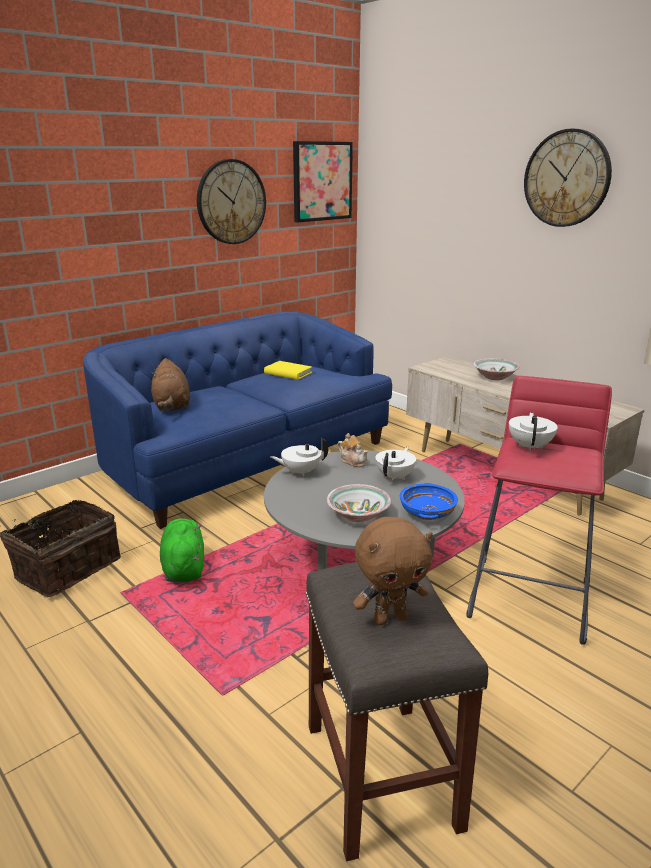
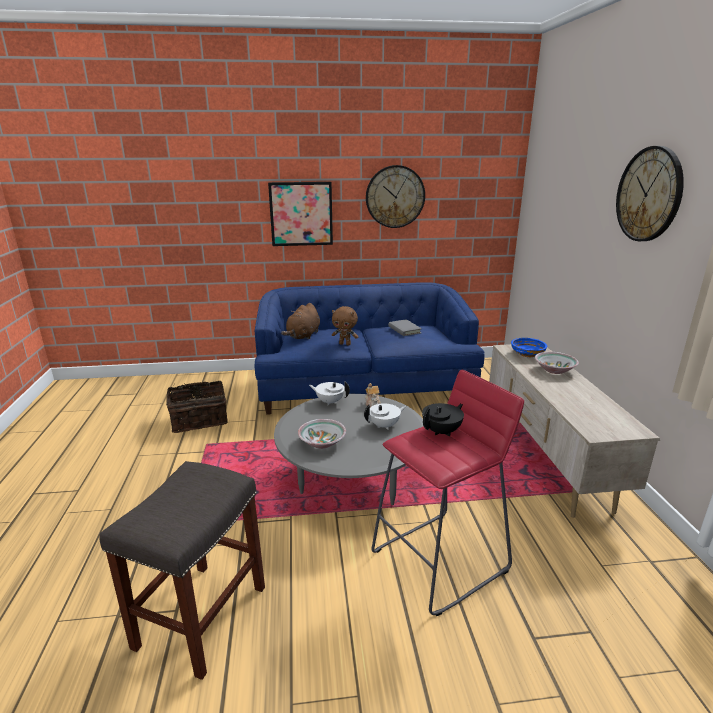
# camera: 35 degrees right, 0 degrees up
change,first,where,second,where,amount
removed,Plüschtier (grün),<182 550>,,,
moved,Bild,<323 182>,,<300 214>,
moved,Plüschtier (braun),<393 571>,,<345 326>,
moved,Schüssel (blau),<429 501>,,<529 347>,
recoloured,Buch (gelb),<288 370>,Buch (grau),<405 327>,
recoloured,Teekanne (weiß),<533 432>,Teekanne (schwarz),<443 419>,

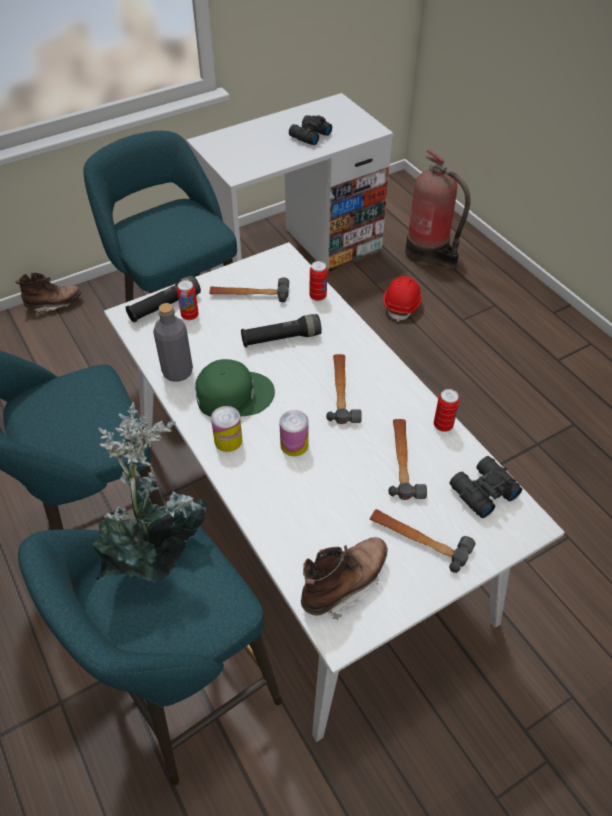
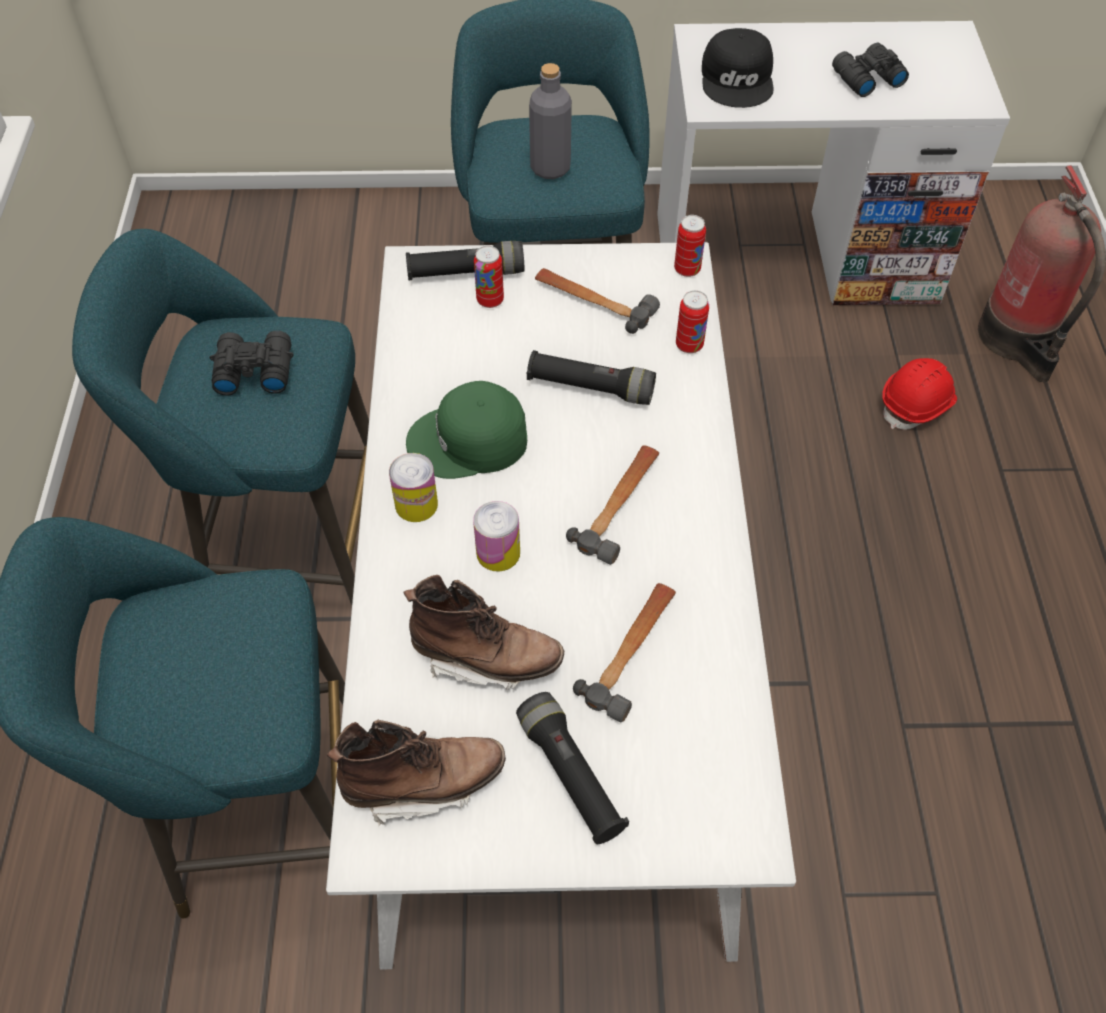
# camera: 30 degrees right, 5 degrees up
change,first,where,second,where,amount
removed,Topfpflanze,<150 492>,,,
added,,,Kappe (schwarz),<738 68>,
moved,Stiefel (braun),<48 293>,,<483 632>,
moved,Flasche (grau),<173 342>,,<550 121>,
moved,Dose,<446 410>,,<690 246>,
moved,Fernglas (schwarz),<486 487>,,<252 363>,
replaced,Hammer,<423 541>,Taschenlampe (schwarz),<572 768>,
turned,Kappe (grün),<235 388>,,<466 430>,150 degrees clockwise

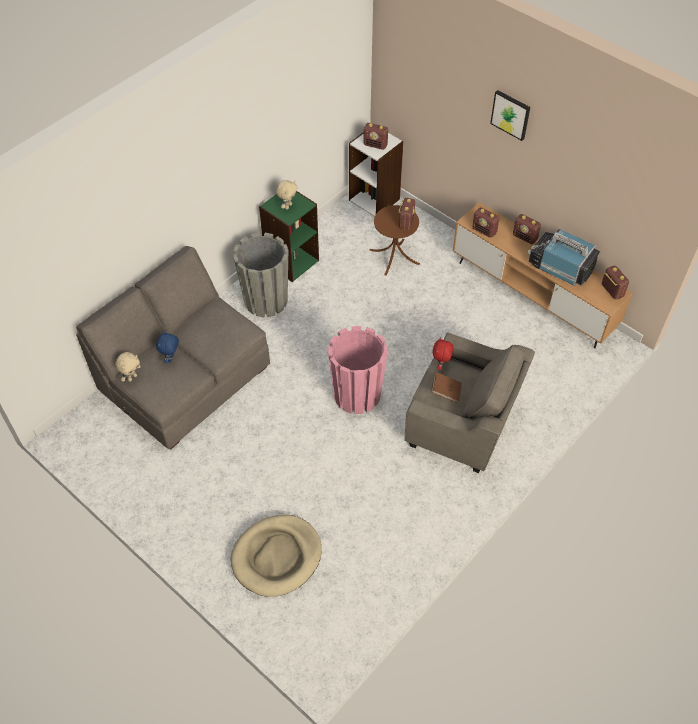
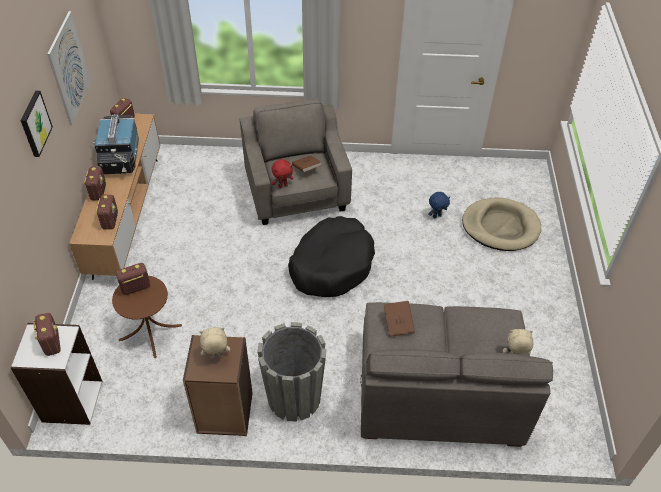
# camera: 130 degrees left, 5 degrees down
change,first,where,second,where,amount
added,,,Bild,<69 68>,
added,,,Buch (braun),<399 319>,
moved,Plüschtier (blau),<167 347>,,<439 205>,
replaced,Pflanzkübel (rosa),<358 370>,Hundebett (schwarz),<331 256>,
recoloured,Bücherregal (grün),<289 236>,Bücherregal (braun),<218 385>,

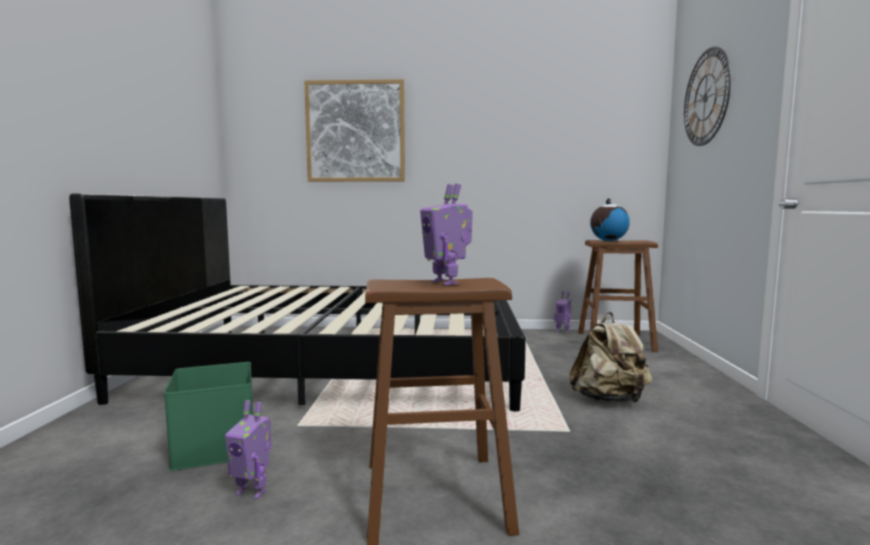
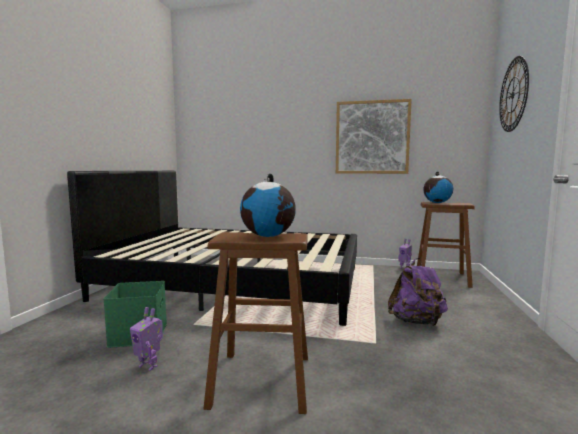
# camera: 10 degrees right, 0 degrees up
change,first,where,second,where,amount
moved,Bild,<354 130>,,<374 136>,
replaced,Spielzeugroboter,<446 234>,Globus,<268 205>,
recoloured,Rucksack (beige),<610 357>,Rucksack (lila),<418 292>,

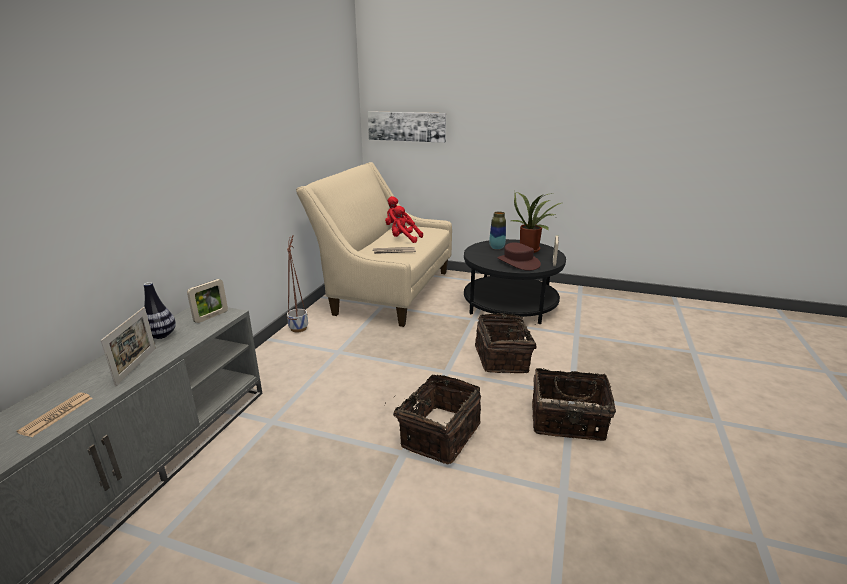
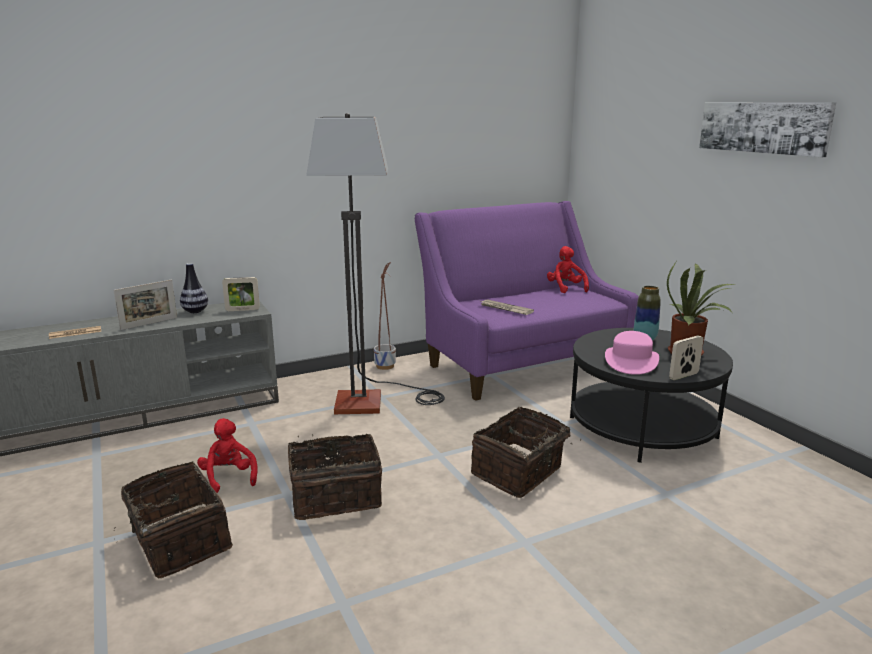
# camera: 45 degrees right, 5 degrees down
change,first,where,second,where,amount
added,,,Stehlampe,<375 263>,
moved,Bild,<407 127>,,<767 129>,
moved,Plüschtier (rot),<407 224>,,<227 455>,
moved,Korb,<574 404>,,<173 519>,
recoloured,Sofa (beige),<374 244>,Sofa (lila),<527 301>,
recoloured,Hut (braun),<519 256>,Hut (rosa),<632 353>,

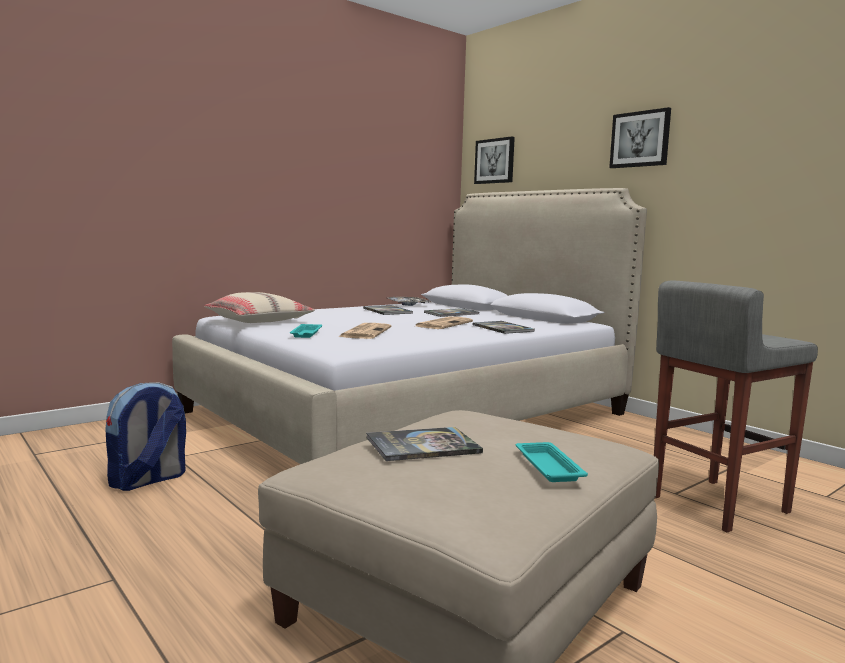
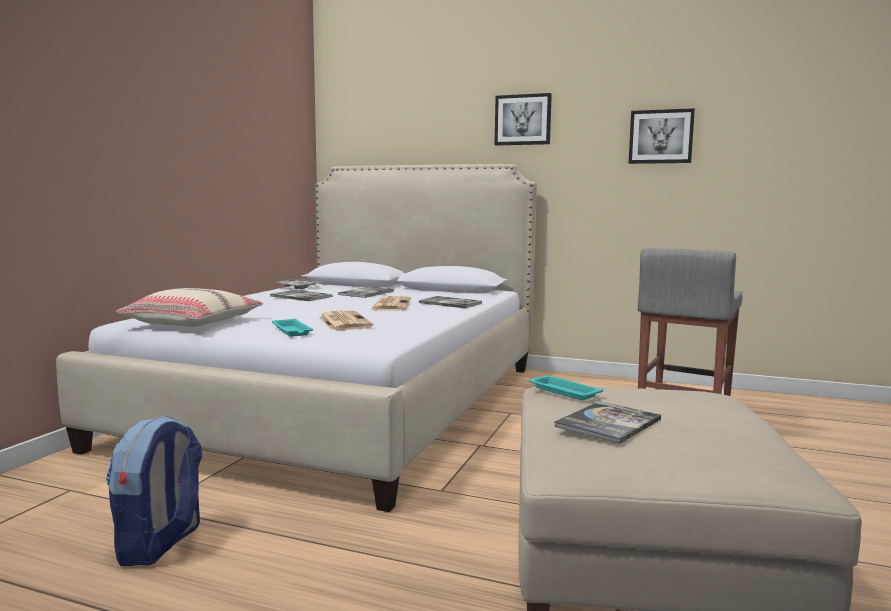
# camera: 30 degrees left, 0 degrees up
change,first,where,second,where,amount
moved,Bild,<494 160>,,<662 136>,
moved,Tablett (türkis),<552 462>,,<566 387>,

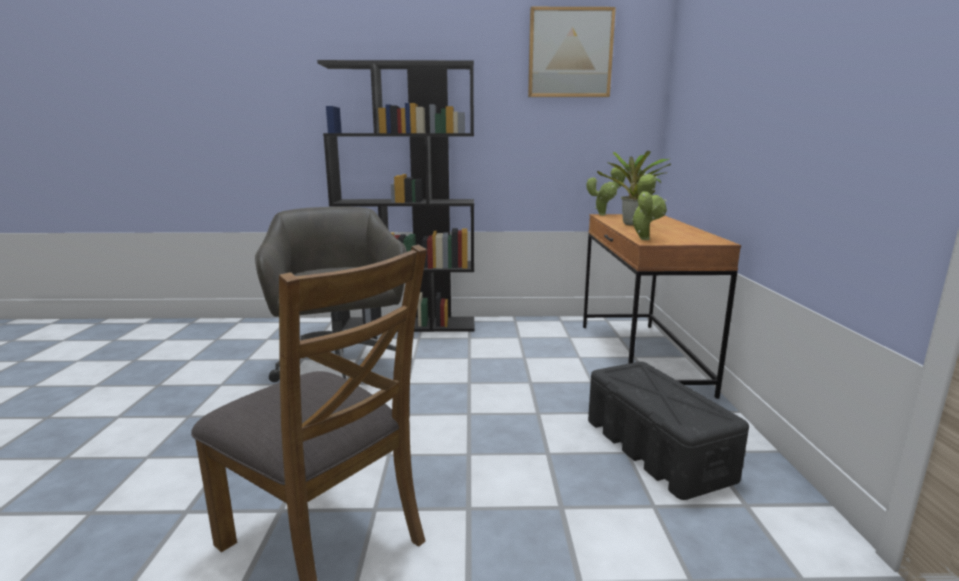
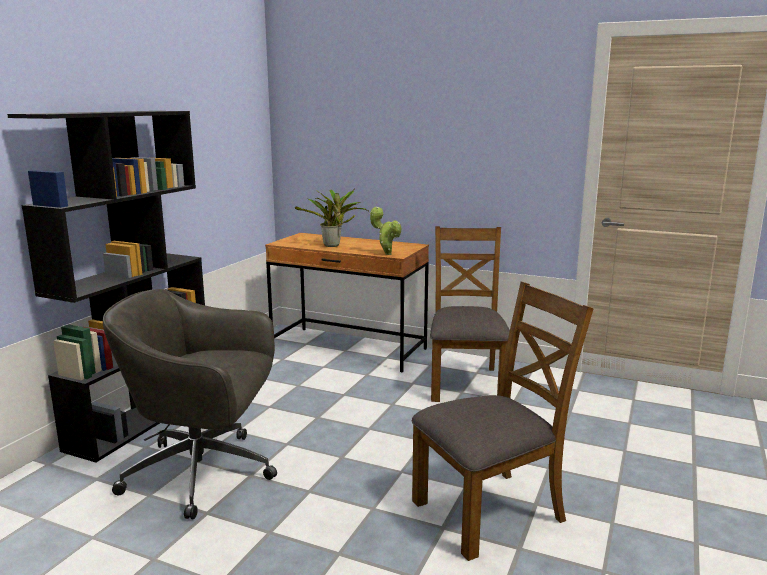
# camera: 65 degrees left, 0 degrees up
change,first,where,second,where,amount
removed,Bild,<572 52>,,,
removed,Topfpflanze,<606 191>,,,
replaced,Aufbewahrungsbox (schwarz),<668 431>,Stuhl (braun),<470 314>,

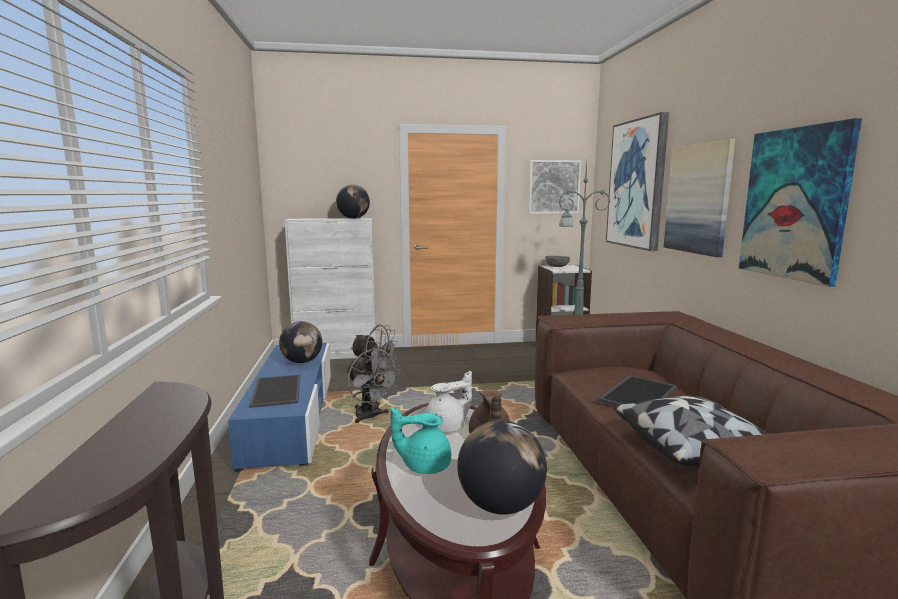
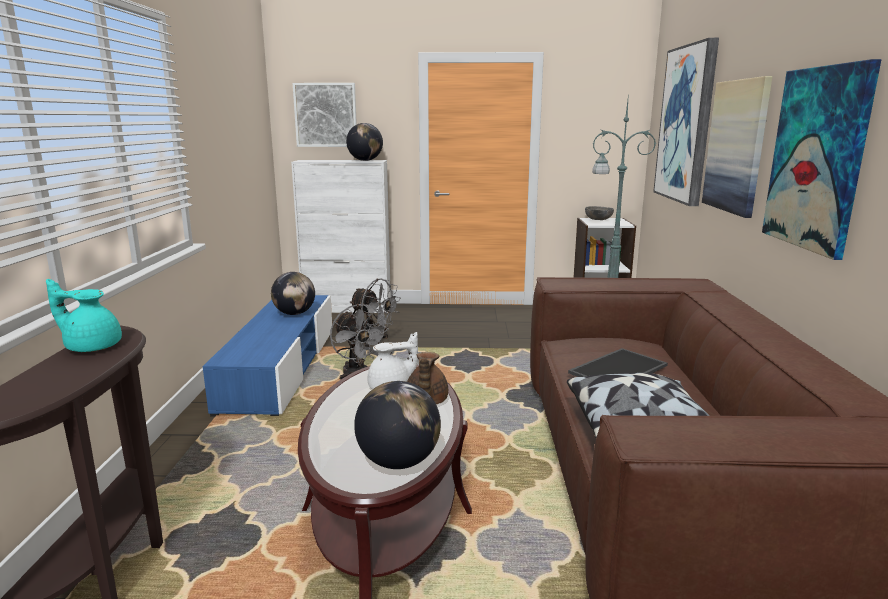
# camera: 10 degrees right, 5 degrees up
change,first,where,second,where,amount
removed,Tablett,<274 391>,,,
moved,Teekanne (türkis),<421 440>,,<84 315>,
moved,Bild,<554 187>,,<324 115>,

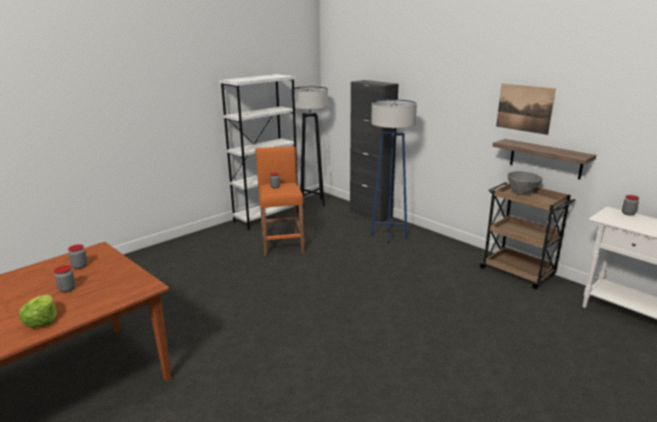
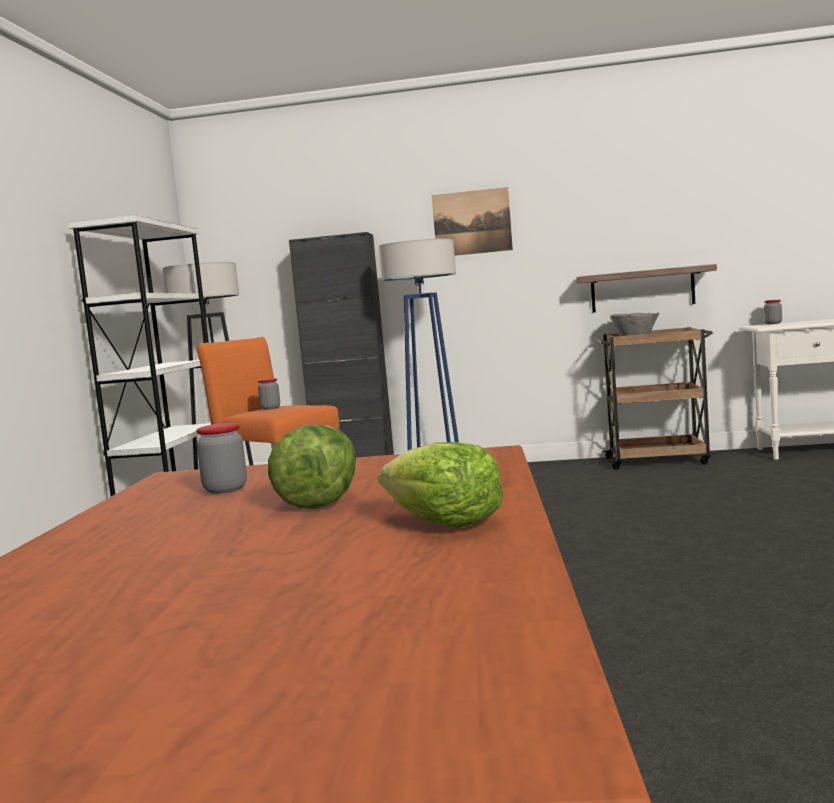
# camera: 40 degrees left, 15 degrees down
change,first,where,second,where,amount
moved,Bild,<526 109>,,<472 221>,
replaced,Vorratsglas,<65 278>,Salatkopf,<312 467>,

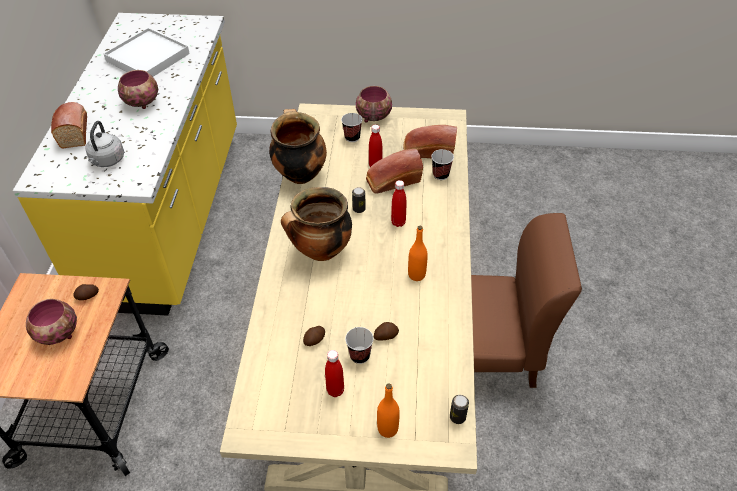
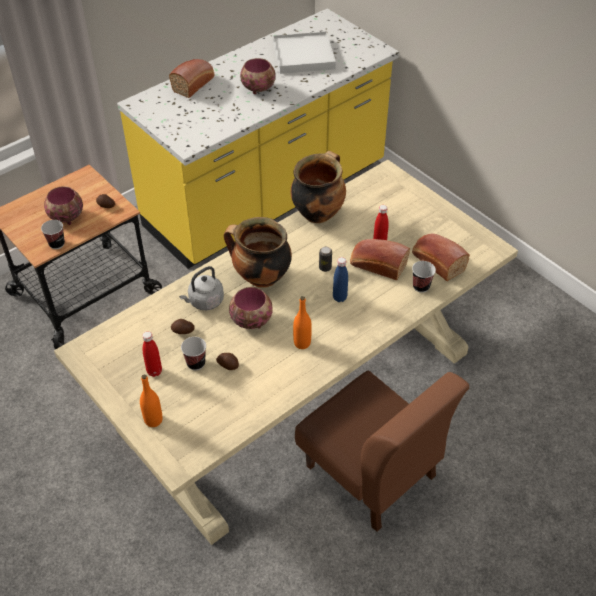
# camera: 45 degrees right, 0 degrees up
change,first,where,second,where,amount
removed,Dose,<459 409>,,,
moved,Wasserkessel (grau),<105 144>,,<201 288>,
moved,Tasse,<351 127>,,<53 234>,
moved,Schüssel,<374 104>,,<250 308>,
recoloured,Flasche (rot),<399 203>,Flasche (blau),<340 279>,

